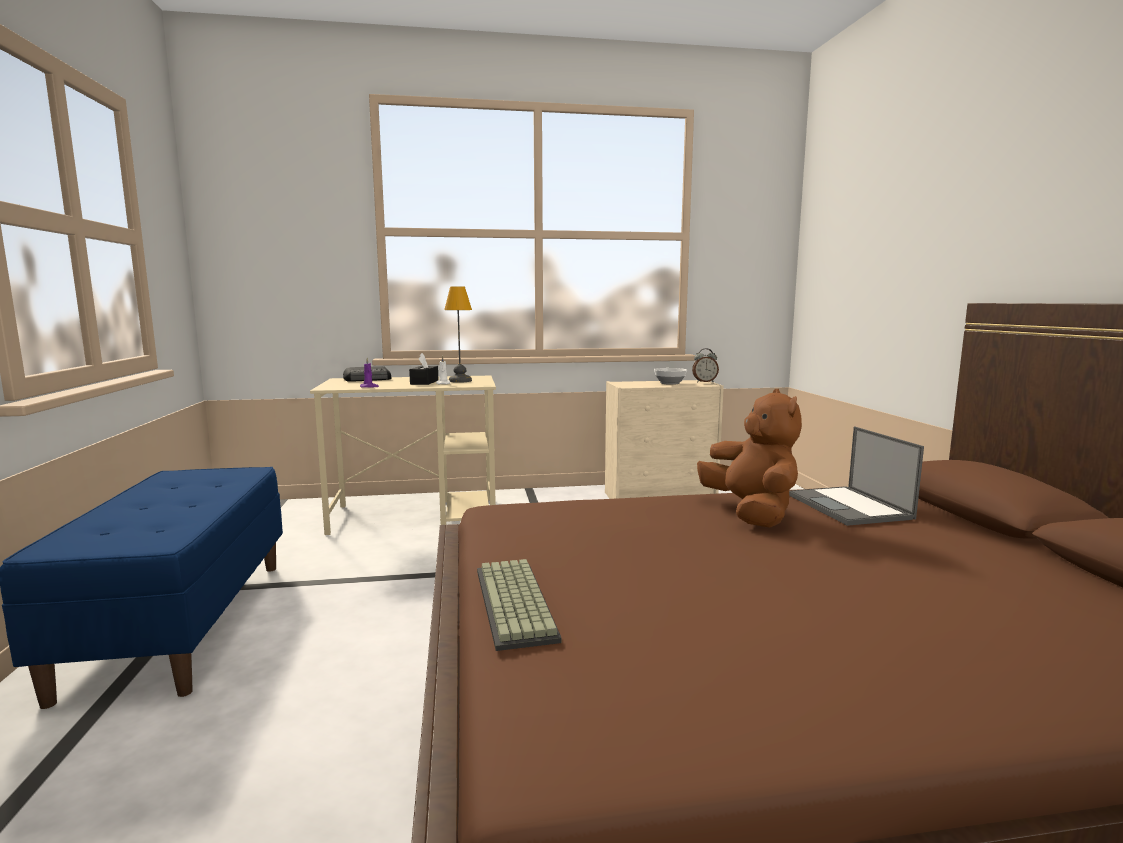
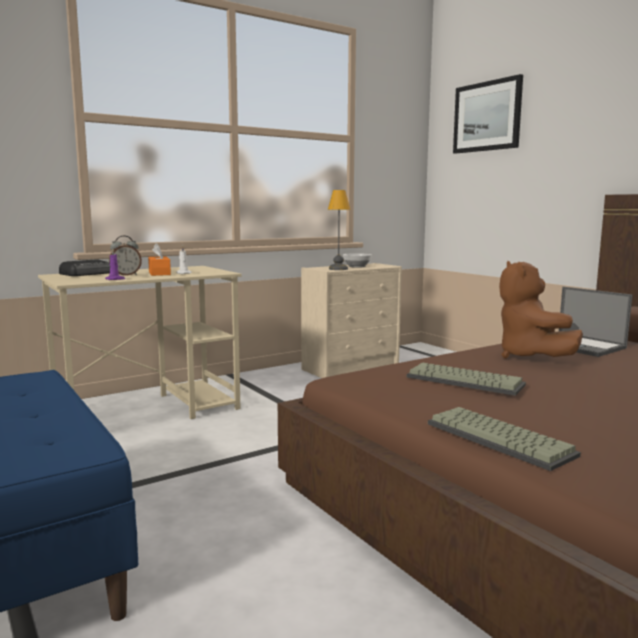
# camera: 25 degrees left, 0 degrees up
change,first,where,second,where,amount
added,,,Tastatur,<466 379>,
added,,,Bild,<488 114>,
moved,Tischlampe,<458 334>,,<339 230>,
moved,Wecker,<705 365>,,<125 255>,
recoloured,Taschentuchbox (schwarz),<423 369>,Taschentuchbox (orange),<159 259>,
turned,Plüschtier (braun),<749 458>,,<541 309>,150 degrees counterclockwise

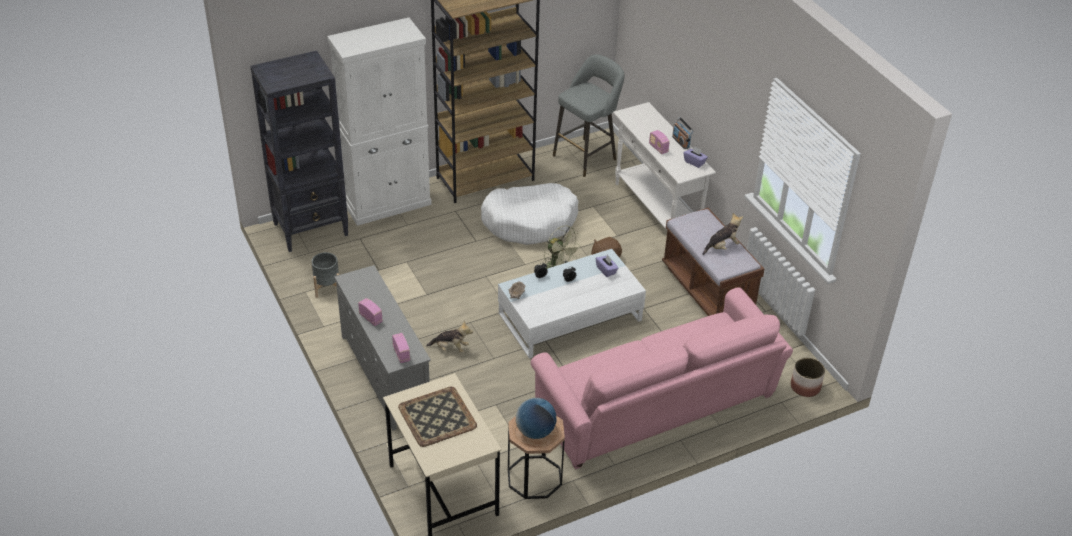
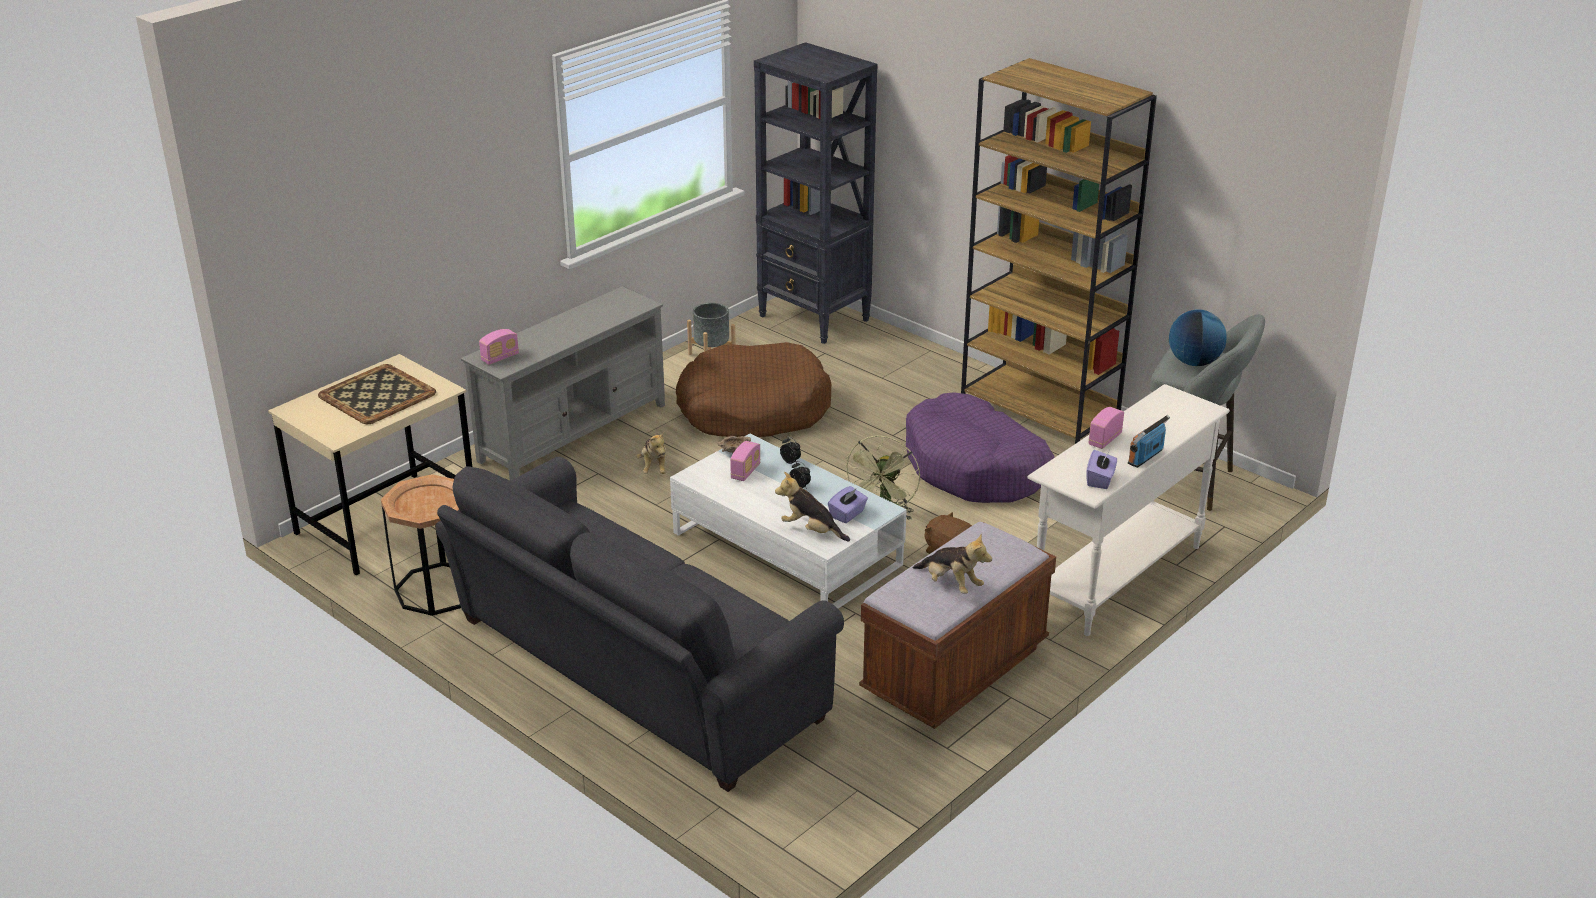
# camera: 70 degrees right, 10 degrees down
change,first,where,second,where,amount
removed,Schrank (weiß),<379 121>,,,
removed,Pflanzkübel,<808 377>,,,
added,,,Hundebett (braun),<754 389>,
added,,,Plüschtier,<812 506>,
moved,Radio,<370 312>,,<745 461>,
moved,Globus,<536 418>,,<1198 337>,
recoloured,Hundebett (weiß),<529 214>,Hundebett (lila),<980 447>,
recoloured,Sofa (rosa),<662 378>,Sofa (grau),<640 624>,

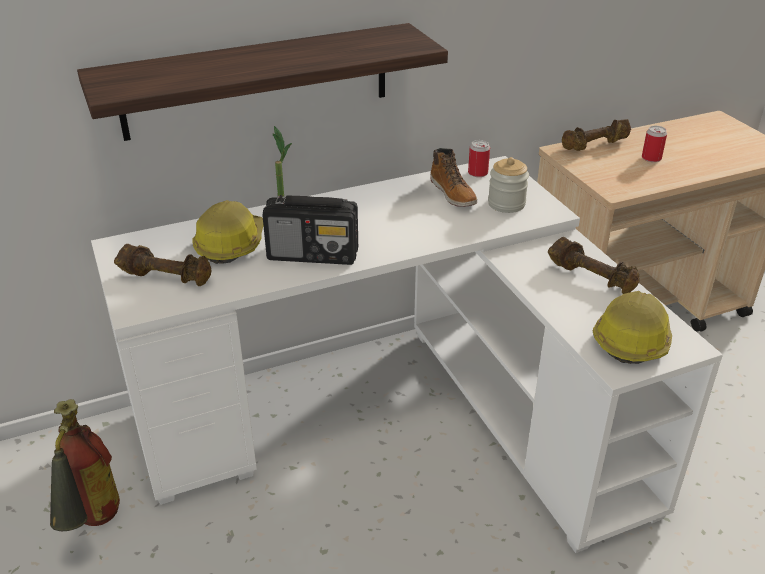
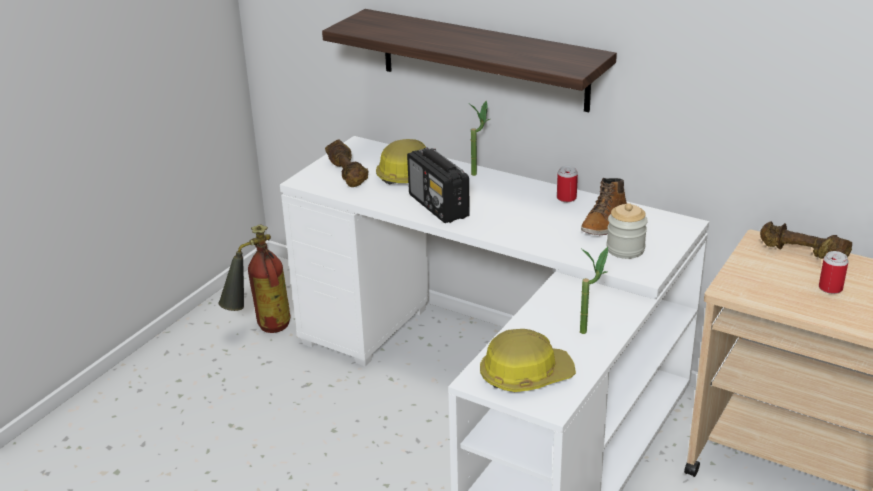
# camera: 55 degrees right, 5 degrees down
change,first,where,second,where,amount
moved,Dose,<479 158>,,<567 184>,
replaced,Hantel (braun),<593 265>,Topfpflanze,<594 290>,

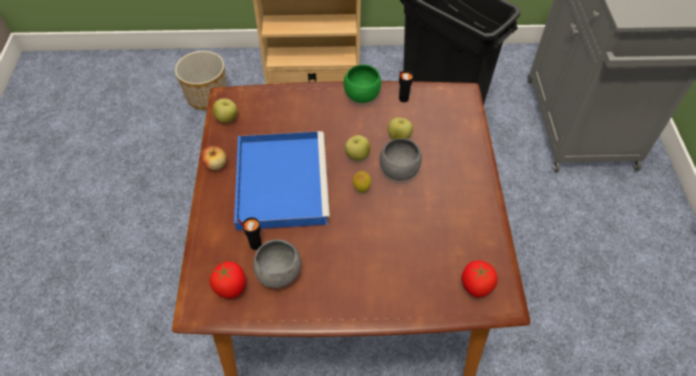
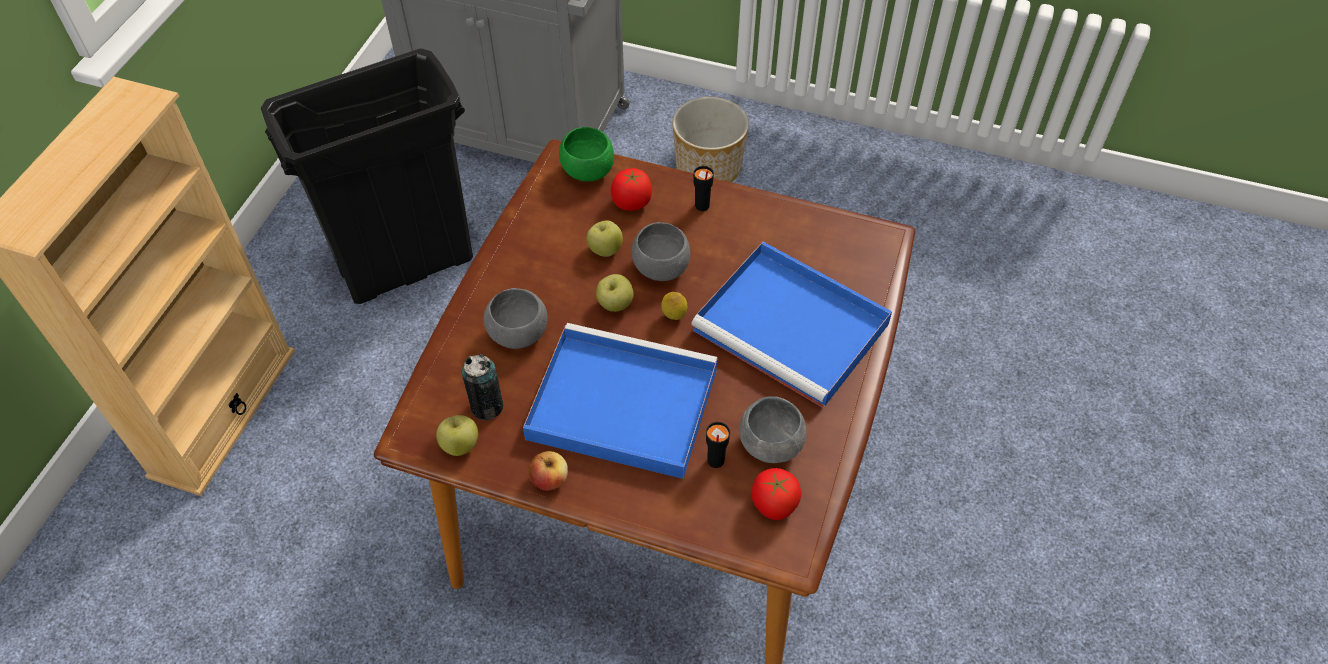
# camera: 70 degrees left, 0 degrees up
change,first,where,second,where,amount
added,,,Dose,<482 387>,
added,,,Schüssel (grau),<515 318>,
added,,,Tablett (blau),<791 325>,
moved,Pflanzkübel,<201 80>,,<710 139>,
moved,Schüssel (grün),<362 84>,,<586 154>,
moved,Tasse (schwarz),<406 86>,,<703 188>,
moved,Tomate,<480 279>,,<631 189>,

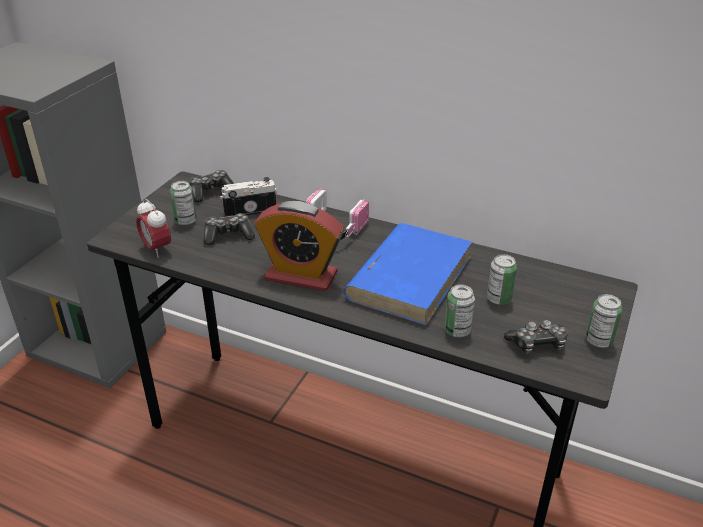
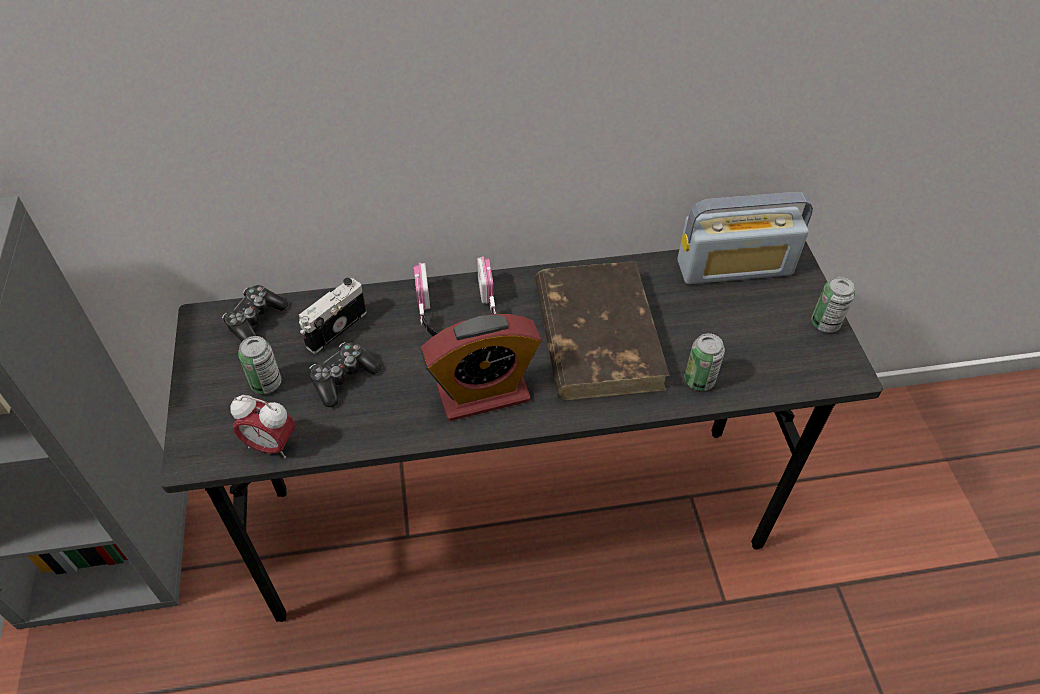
# camera: 35 degrees left, 15 degrees up
change,first,where,second,where,amount
removed,Dose,<502 279>,,,
removed,Gamepad,<536 337>,,,
added,,,Radio,<745 238>,
recoloured,Buch (blau),<408 274>,Buch (braun),<602 330>,

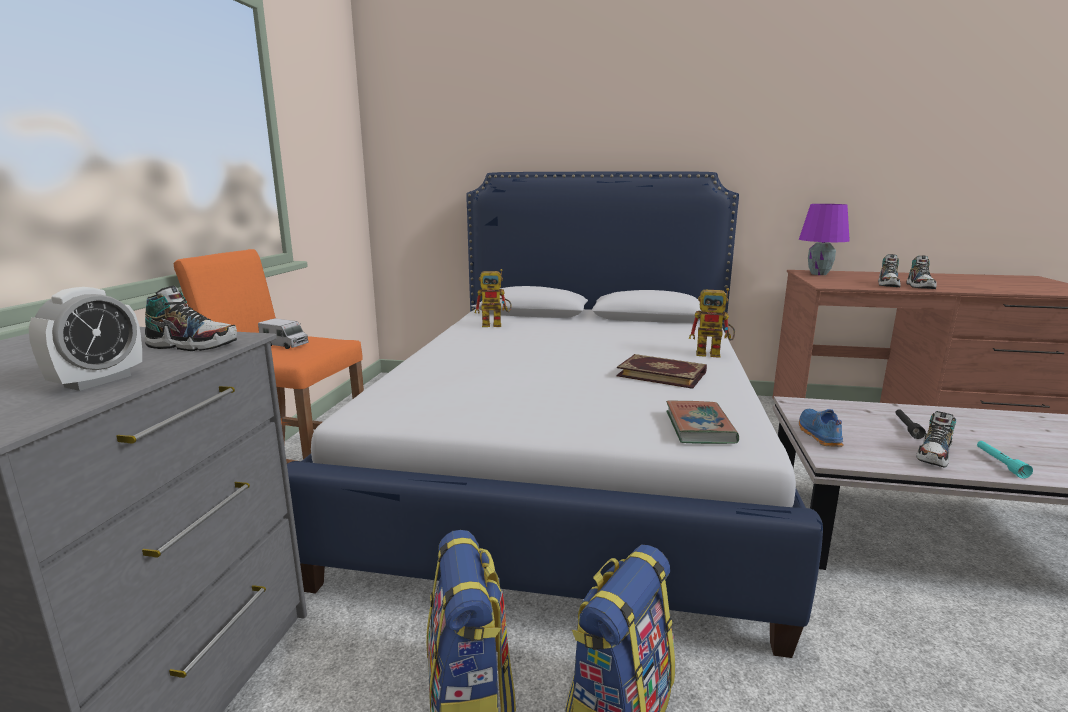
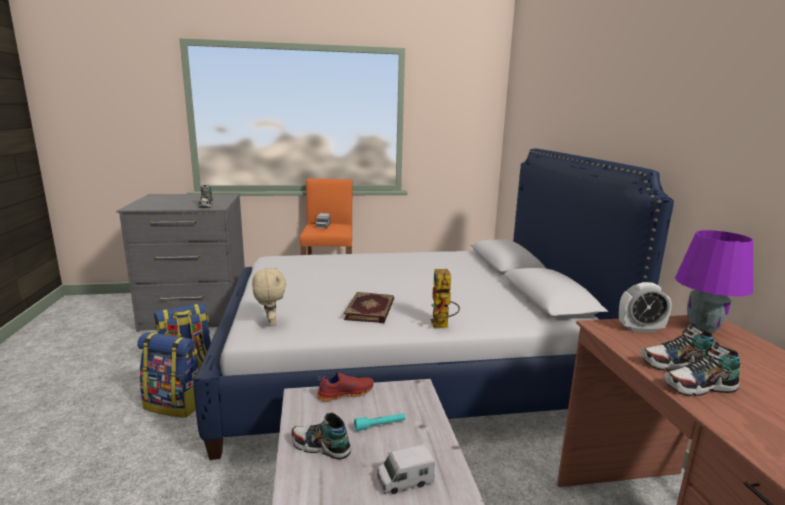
# camera: 70 degrees right, 0 degrees up
change,first,where,second,where,amount
removed,Spielzeugroboter,<493 298>,,,
removed,Taschenlampe (schwarz),<910 424>,,,
added,,,Spielzeuglaster,<405 469>,
moved,Wecker,<85 339>,,<645 307>,
moved,Taschenlampe (türkis),<1005 460>,,<379 422>,
replaced,Buch,<702 422>,Plüschtier (beige),<269 296>,
recoloured,Schuh (blau),<821 428>,Schuh (rot),<345 387>,

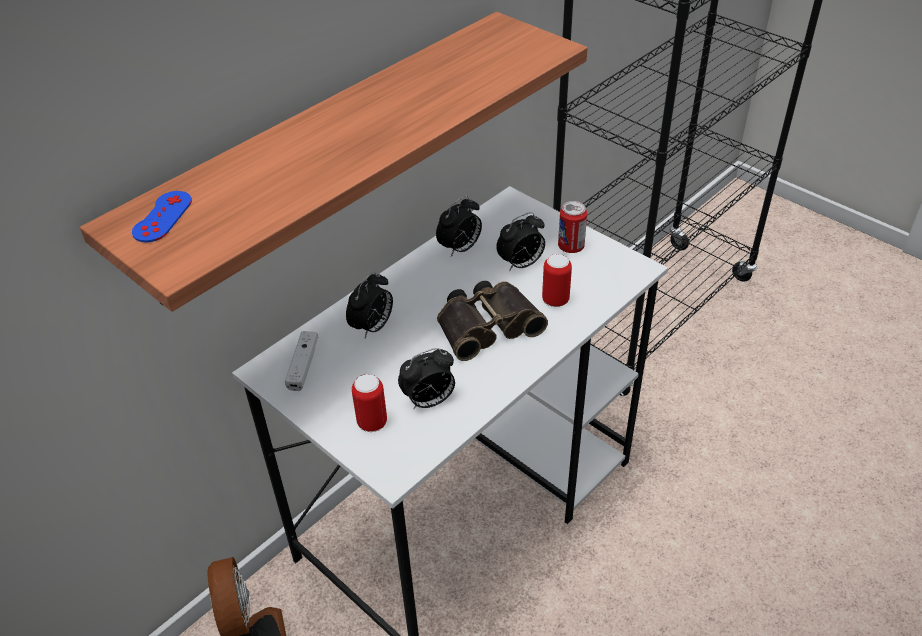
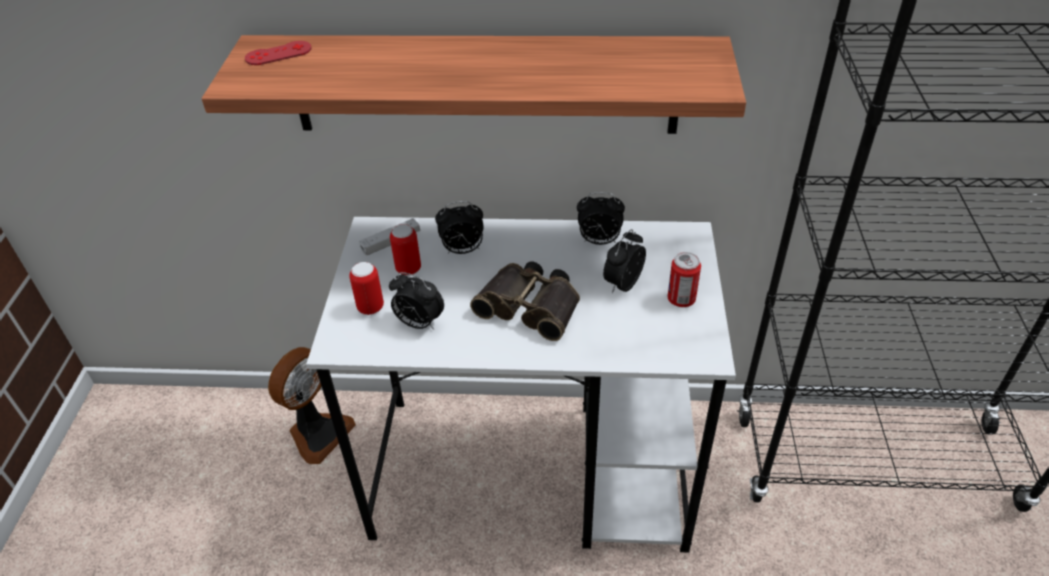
# camera: 50 degrees right, 0 degrees up
change,first,where,second,where,amount
moved,Dose,<557 280>,,<405 249>,
recoloured,Gamepad (blau),<162 217>,Gamepad (rot),<278 53>,
turned,Wecker,<520 241>,,<624 261>,105 degrees clockwise

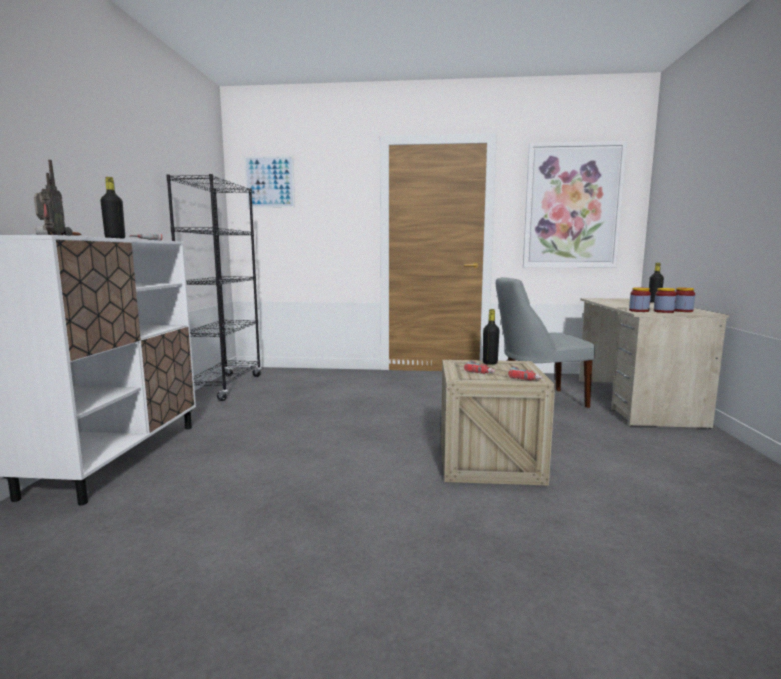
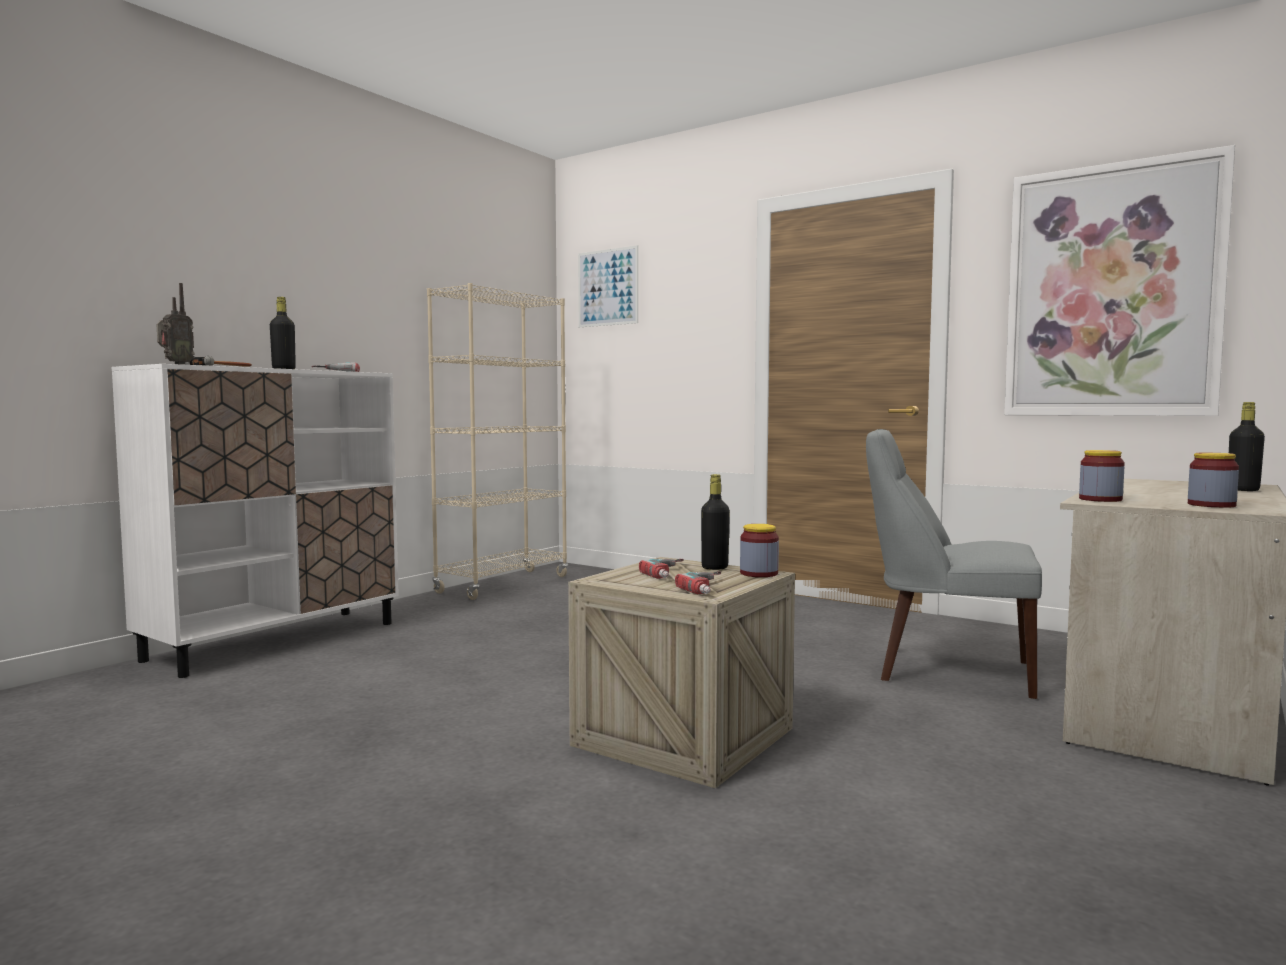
# camera: 30 degrees right, 5 degrees down
change,first,where,second,where,amount
moved,Vorratsglas,<665 300>,,<759 550>,
recoloured,Bücherregal (schwarz),<214 287>,Bücherregal (beige),<497 441>,

